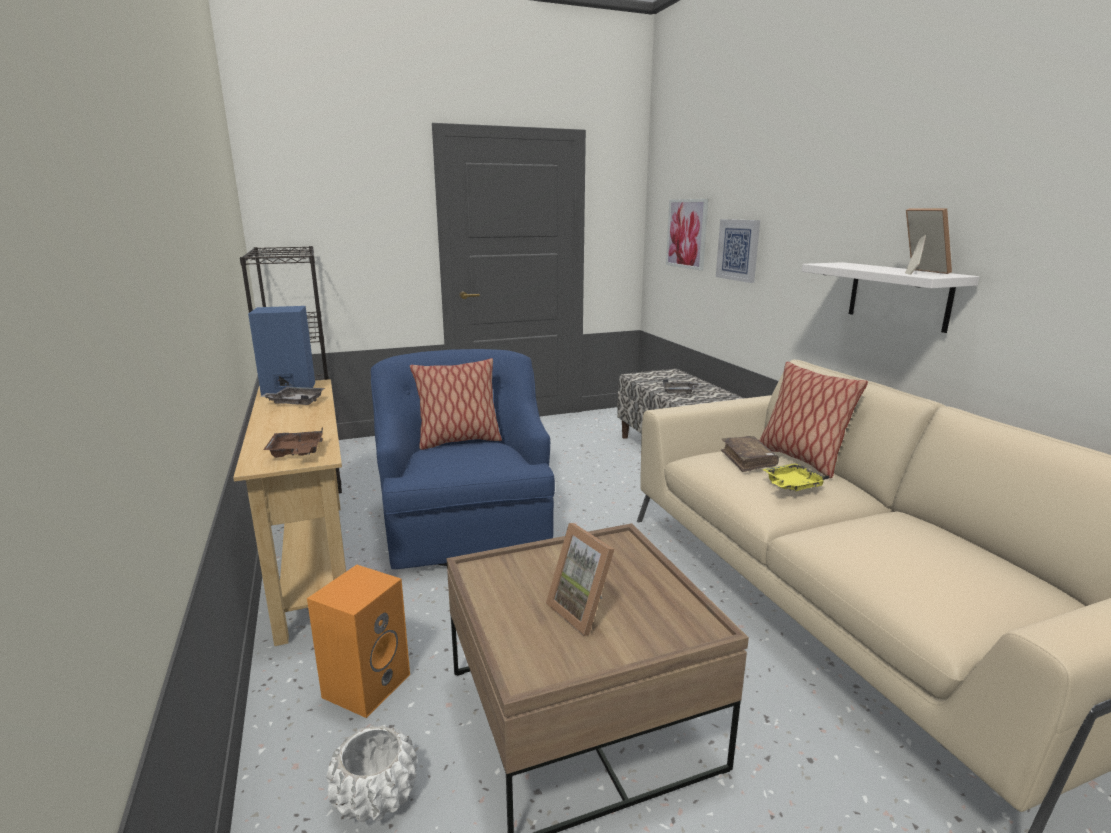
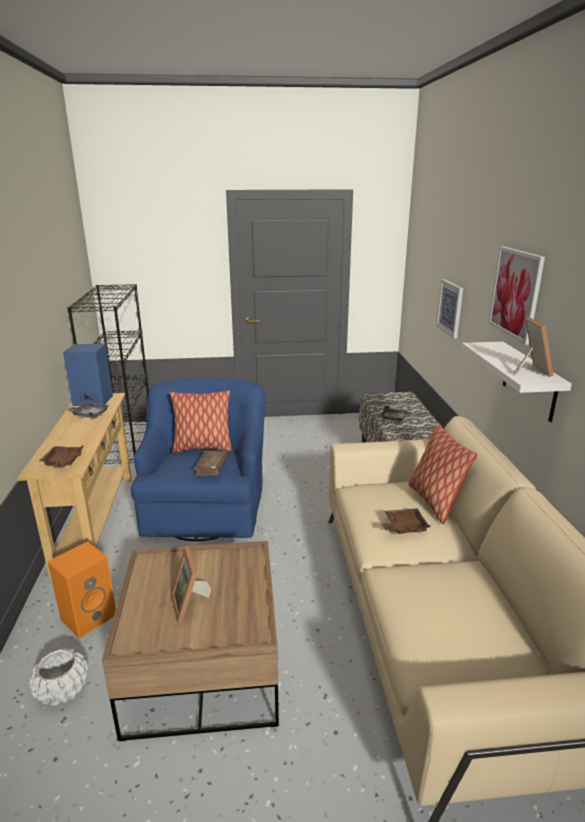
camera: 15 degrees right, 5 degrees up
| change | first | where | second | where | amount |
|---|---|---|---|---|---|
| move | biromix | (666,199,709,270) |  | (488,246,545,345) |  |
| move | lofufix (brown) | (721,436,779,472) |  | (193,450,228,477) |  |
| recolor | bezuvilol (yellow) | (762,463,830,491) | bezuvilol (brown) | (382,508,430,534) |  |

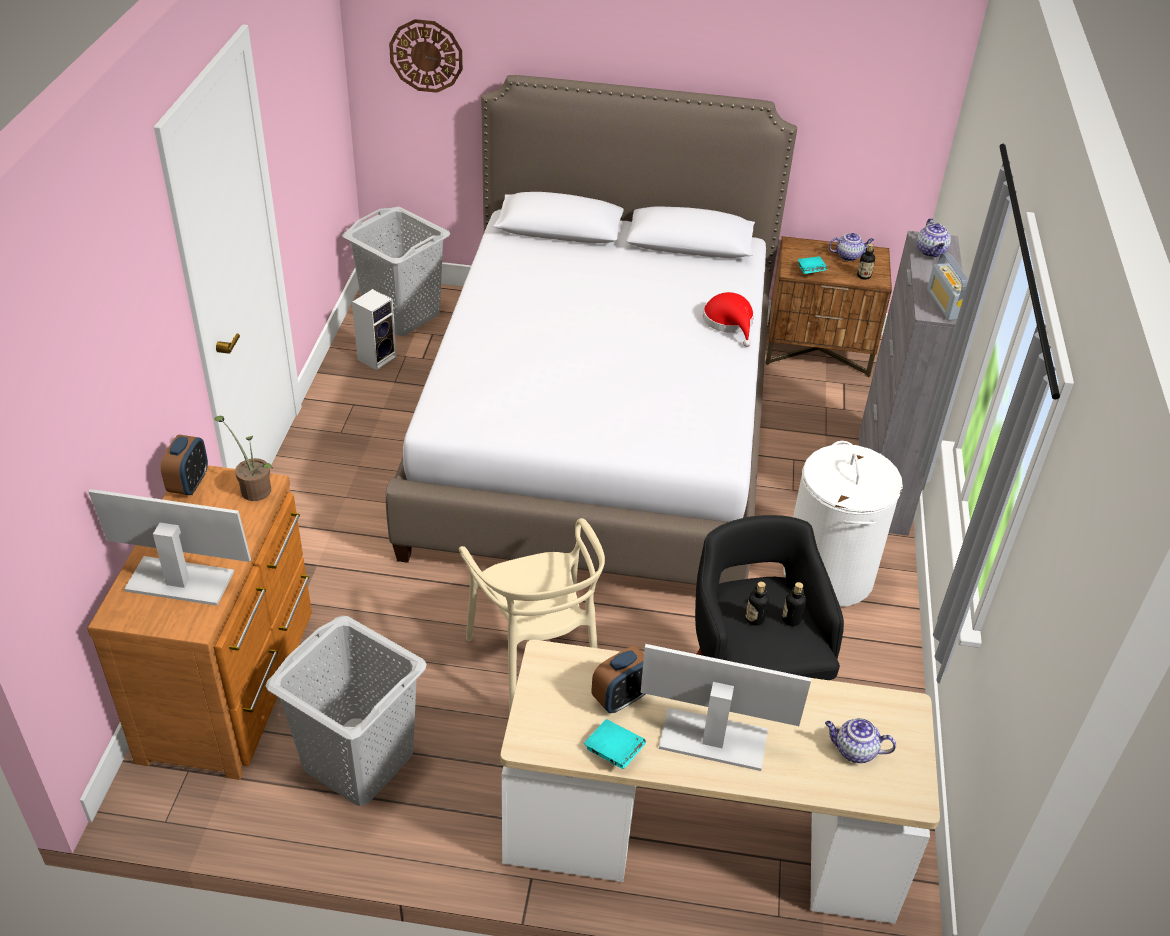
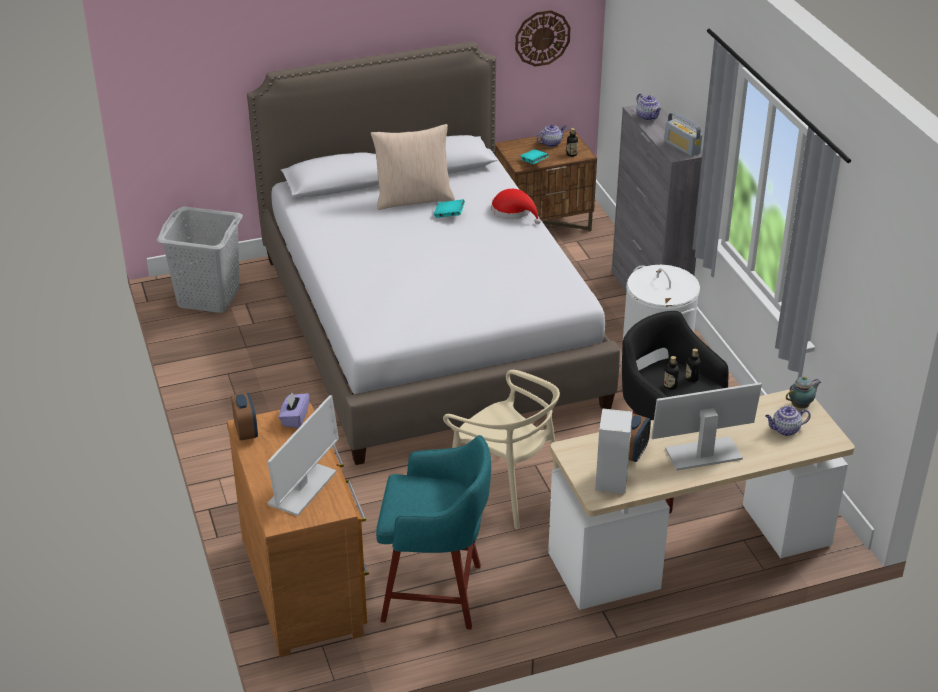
camera: 25 degrees left, 5 degrees down
| change | first | where | second | where | amount |
|---|---|---|---|---|---|
| move | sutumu | (389,19,463,93) |  | (515,10,571,67) |  |
| move | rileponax | (352,289,397,370) |  | (595,408,633,494) |  |
| replace | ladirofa | (214,416,273,501) | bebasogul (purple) | (279,392,309,428) |  |
| rotate | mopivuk | (89,489,251,606) |  | (267,395,339,516) | 135 degrees clockwise |
| replace | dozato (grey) | (266,616,427,806) | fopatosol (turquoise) | (376,435,491,630) |  |
| move | lofufix (turquoise) | (584,720,646,769) |  | (434,199,465,218) |  |
| insert |  |  | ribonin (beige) | (371,124,455,210) |  |
| insert |  |  | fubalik | (786,376,821,408) |  |

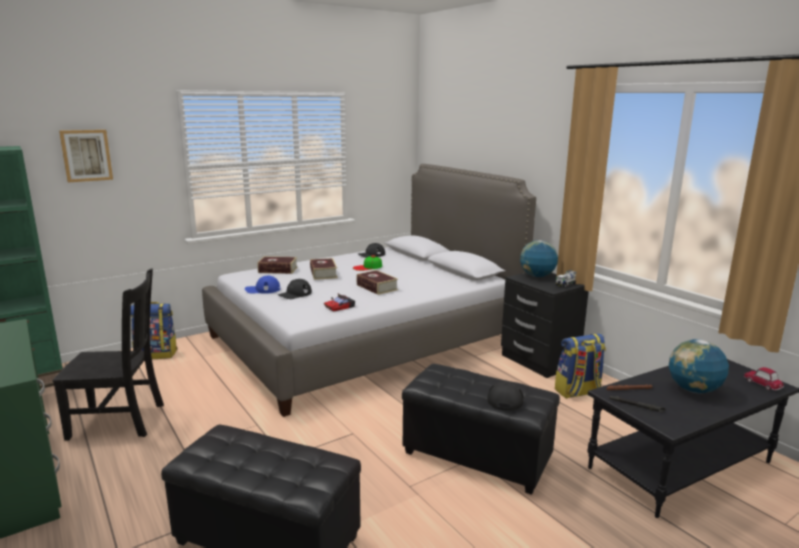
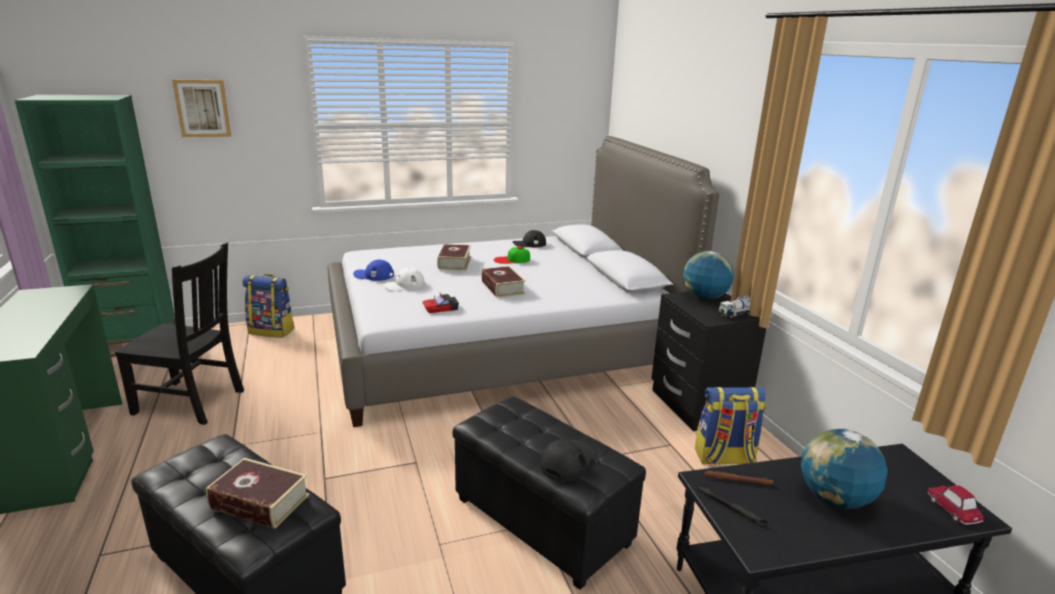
camera: 15 degrees right, 5 degrees up
| change | first | where | second | where | amount |
|---|---|---|---|---|---|
| move | lofufix | (257,256,297,274) |  | (206,458,309,529) |  |
| recolor | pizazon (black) | (278,279,312,299) | pizazon (white) | (383,268,425,291) |  |

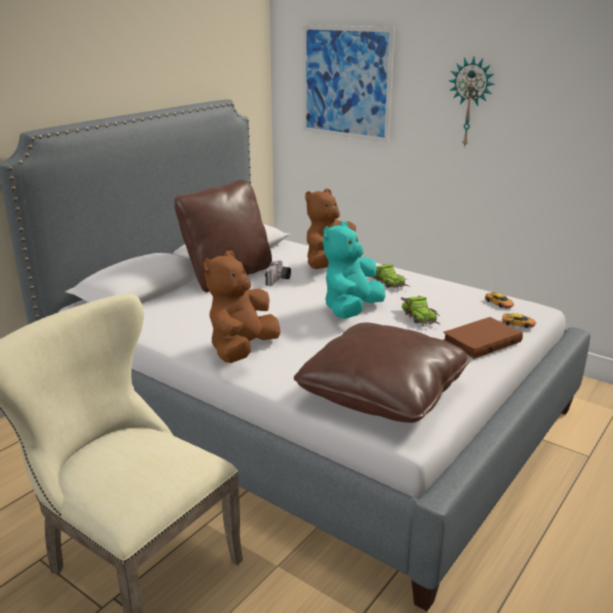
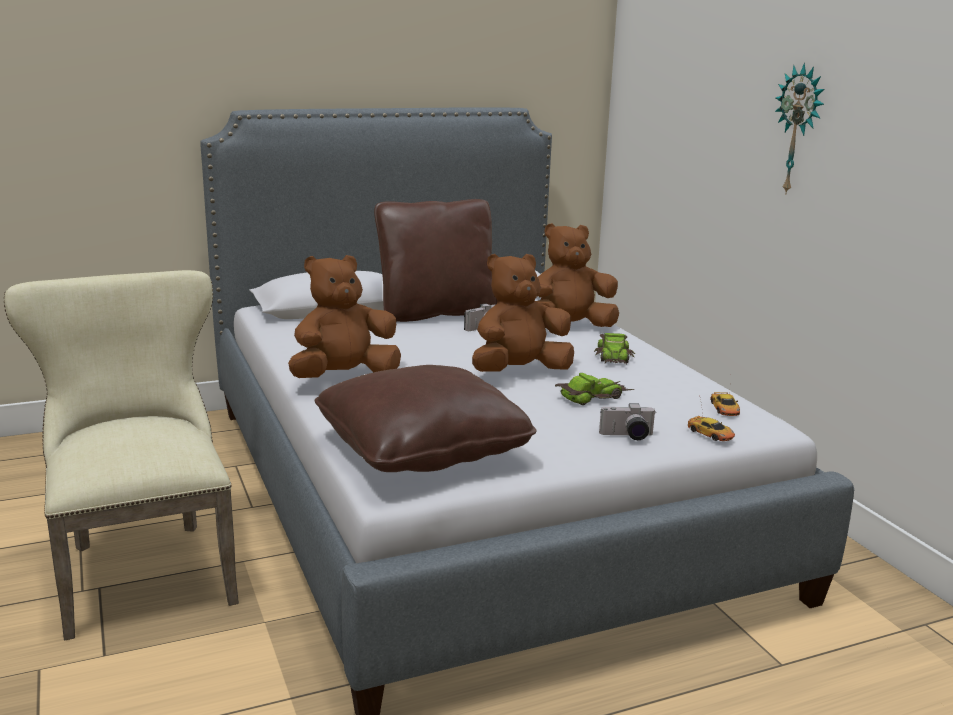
camera: 30 degrees right, 5 degrees down
| change | first | where | second | where | amount |
|---|---|---|---|---|---|
| delete | biromix | (303,25,395,142) |  |  |  |
| recolor | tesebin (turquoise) | (323,221,386,319) | tesebin (brown) | (472,254,574,372) |  |
| rotate | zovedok | (401,296,440,325) |  | (555,373,634,405) | 135 degrees counterclockwise |
| replace | lofufix (brown) | (443,317,523,359) | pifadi | (599,403,655,440) |  |

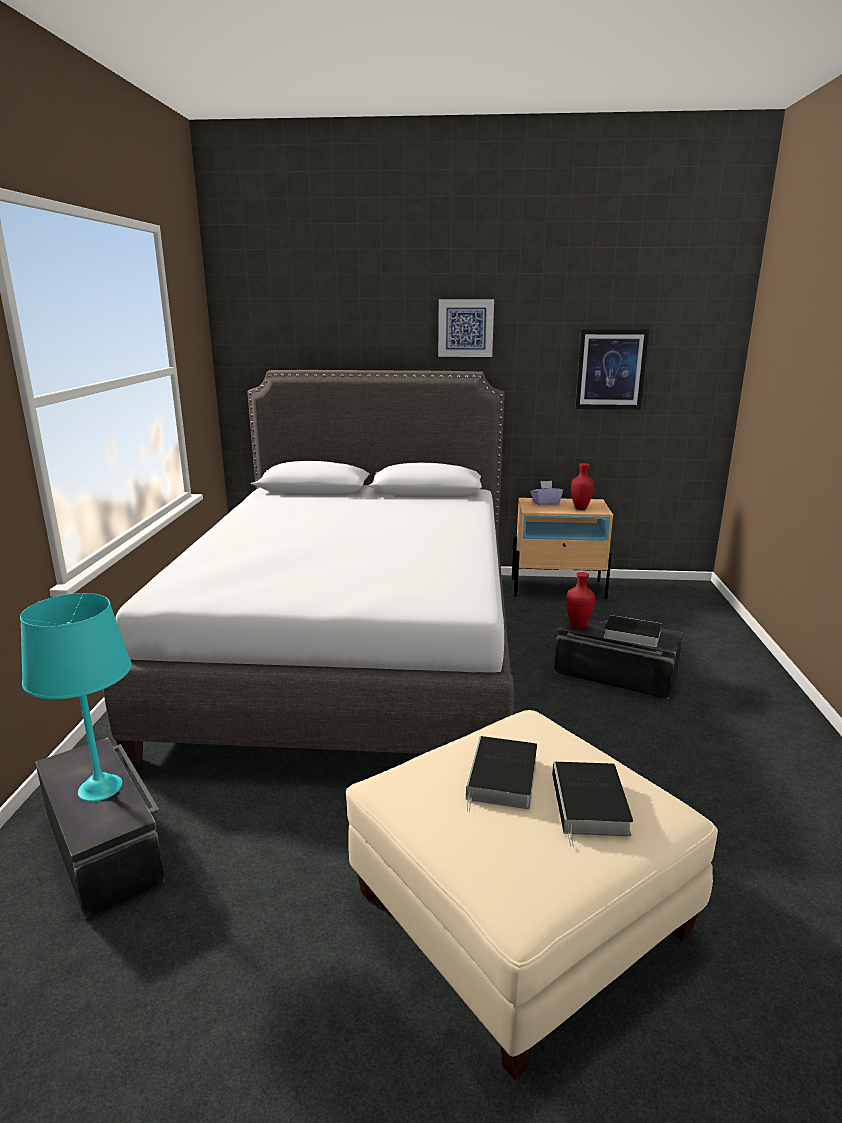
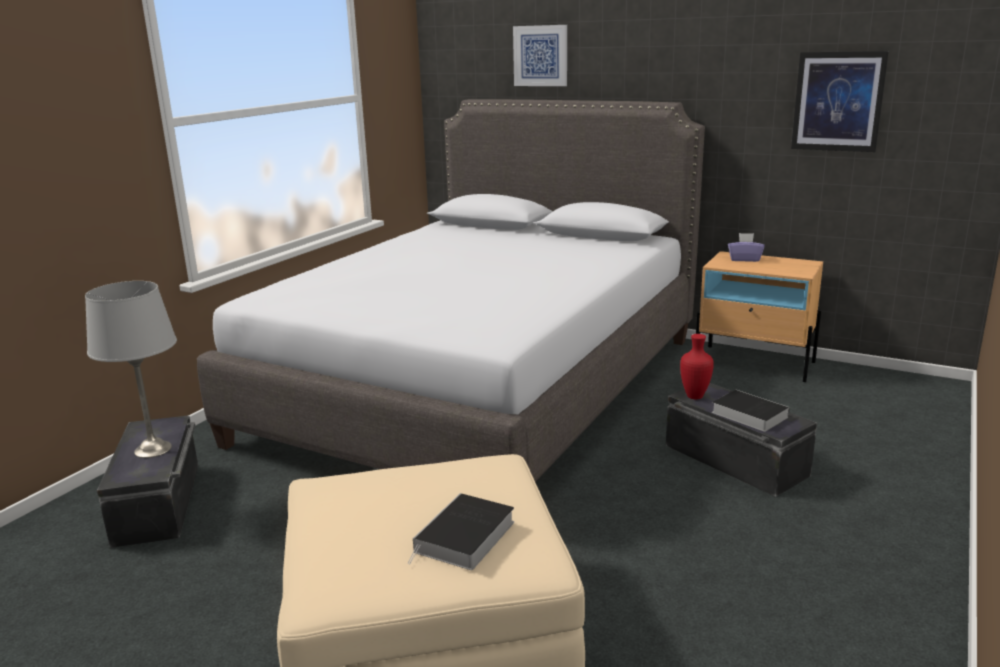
camera: 25 degrees right, 0 degrees up
| change | first | where | second | where | amount |
|---|---|---|---|---|---|
| move | biromix | (438,299,494,357) |  | (513,25,567,86) |  |
| delete | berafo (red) | (571,463,594,510) |  |  |  |
| recolor | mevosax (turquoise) | (20,593,132,802) | mevosax (grey) | (85,281,177,458) |  |
| delete | lofufix | (466,736,537,812) |  |  |  |

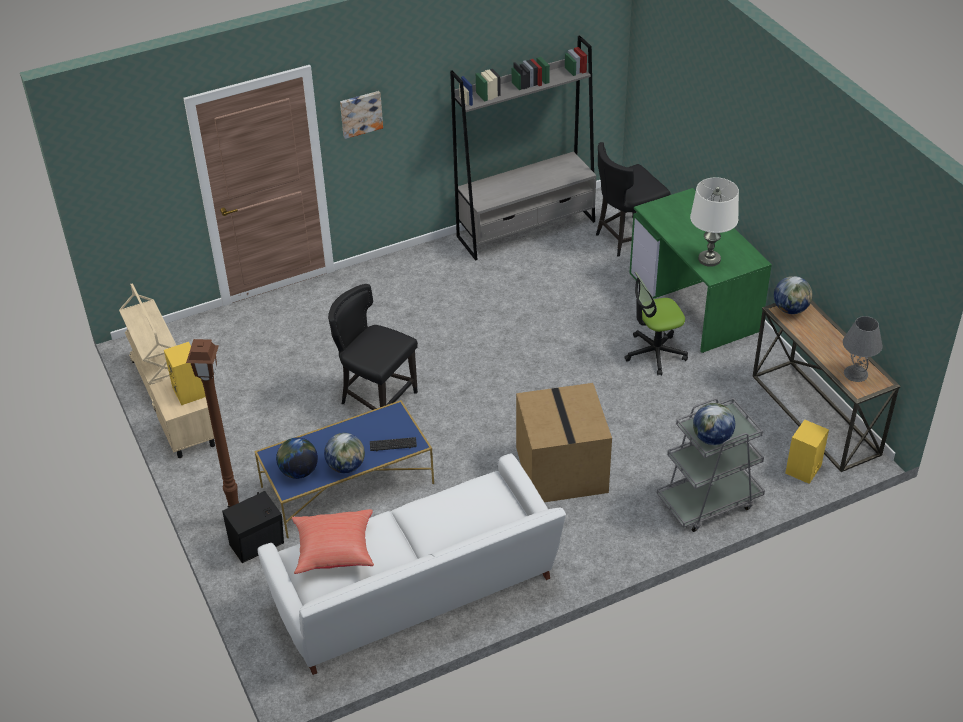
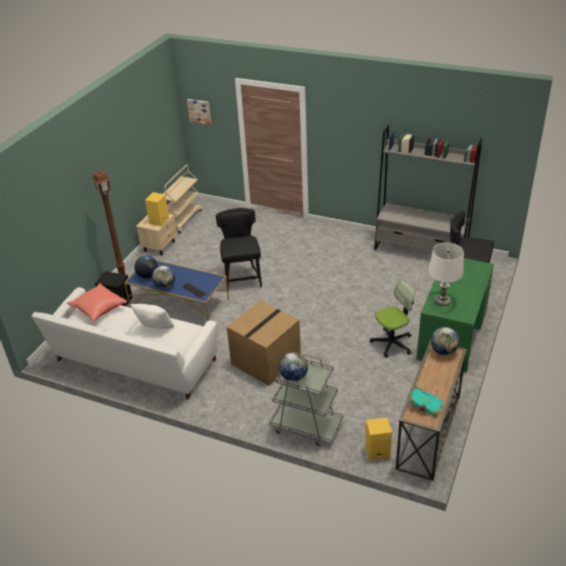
camera: 50 degrees right, 5 degrees down
| change | first | where | second | where | amount |
|---|---|---|---|---|---|
| move | biromix | (340,91,383,139) |  | (187,99,211,125) |  |
| rotate | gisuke | (624,272,688,375) |  | (370,279,415,358) | 120 degrees clockwise |
| replace | mevosax (grey) | (843,316,882,382) | lofufix (turquoise) | (408,387,443,417) |  |
| insert |  |  | ribonin (white) | (130,304,175,329) |  |

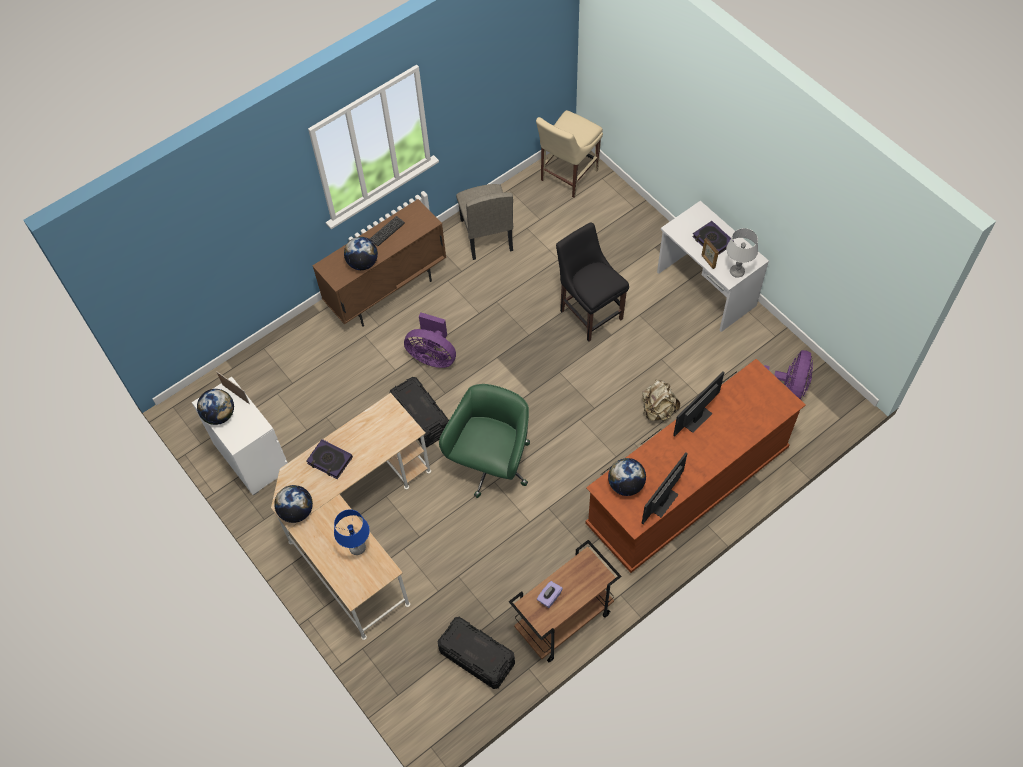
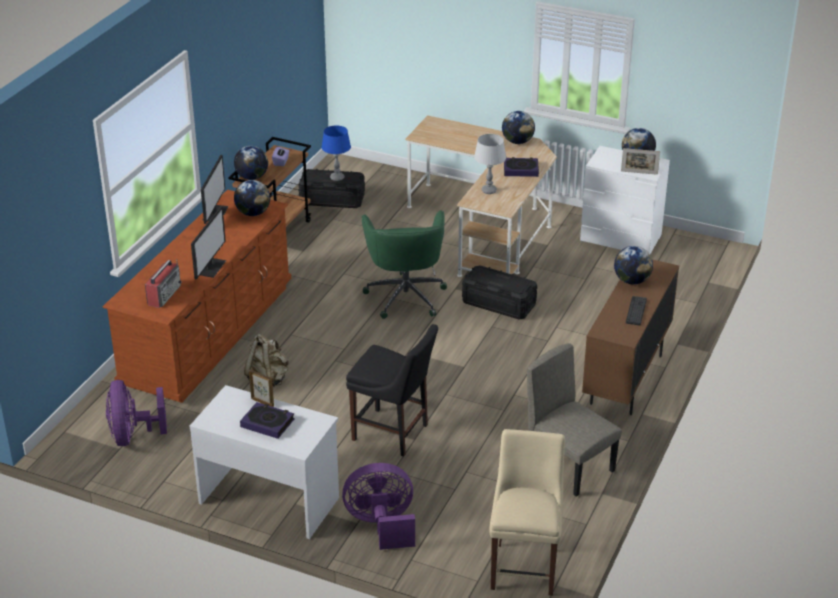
camera: 150 degrees right, 25 degrees down
| change | first | where | second | where | amount |
|---|---|---|---|---|---|
| move | mevosax (grey) | (726,228,758,278) |  | (474,134,506,194) |  |
| move | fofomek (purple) | (404,312,456,368) |  | (342,463,415,550) |  |
| move | mevosax (blue) | (334,509,370,555) |  | (321,125,351,181) |  |
| insert |  |  | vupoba | (234,146,268,180) |  |
| insert |  |  | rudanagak | (145,259,182,308) |  |

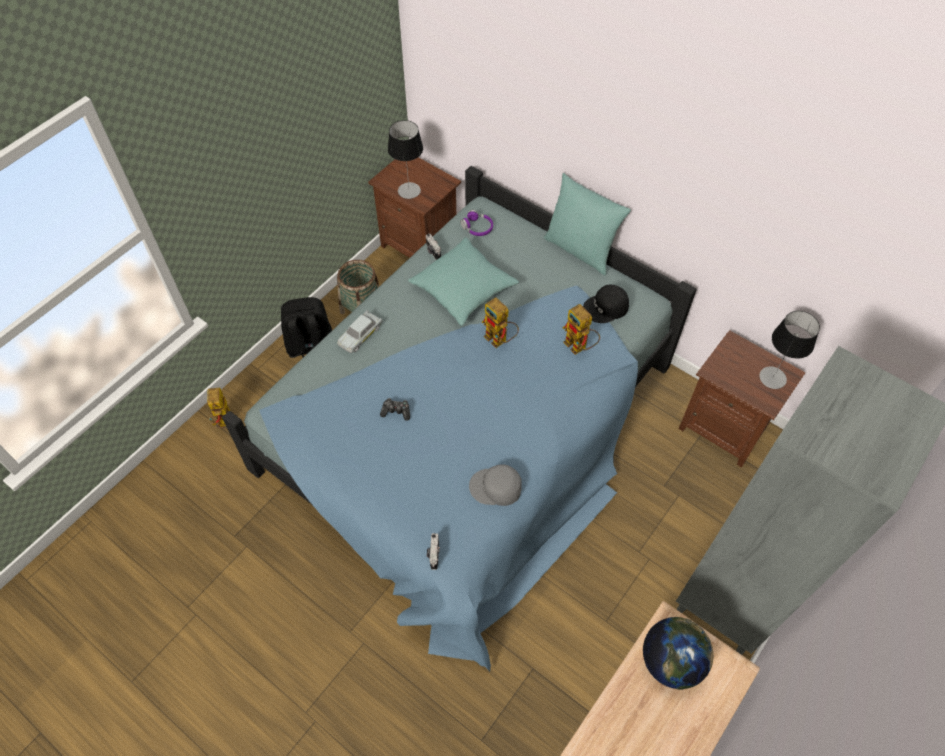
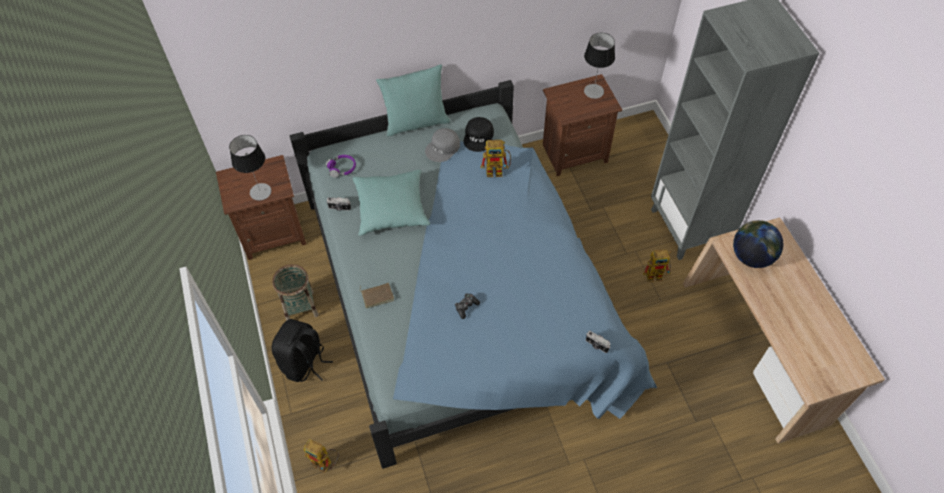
camera: 55 degrees left, 0 degrees up
| change | first | where | second | where | amount |
|---|---|---|---|---|---|
| move | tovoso | (482,297,519,348) |  | (643,250,671,282) |  |
| replace | zovedok (white) | (337,310,383,353) | lofufix (brown) | (360,283,394,308) |  |
| move | pizazon (grey) | (469,464,522,506) |  | (425,128,460,162) |  |

